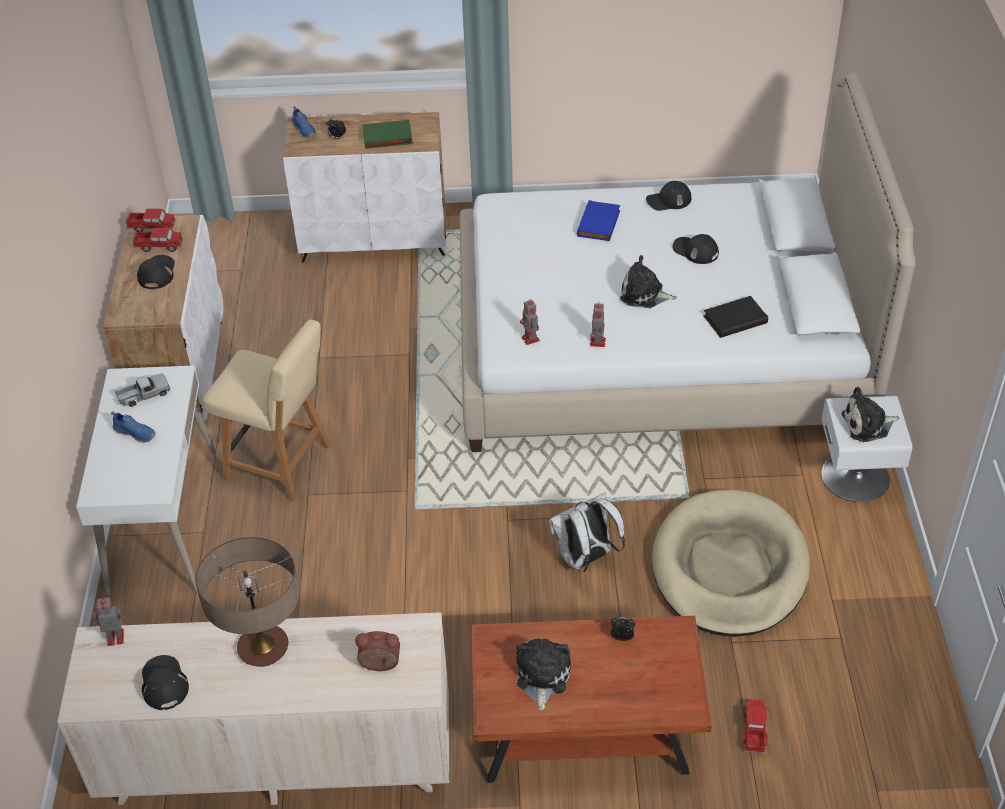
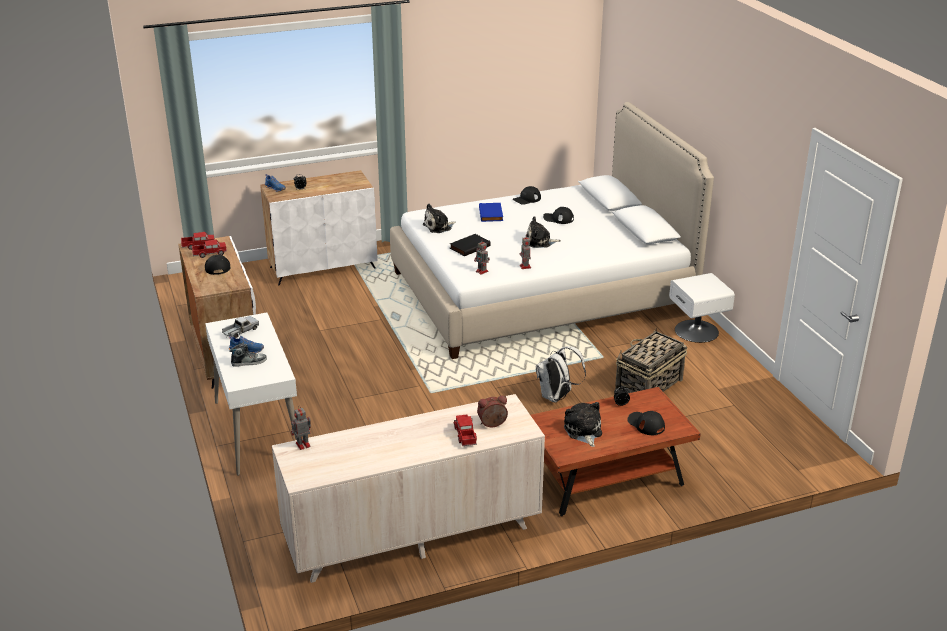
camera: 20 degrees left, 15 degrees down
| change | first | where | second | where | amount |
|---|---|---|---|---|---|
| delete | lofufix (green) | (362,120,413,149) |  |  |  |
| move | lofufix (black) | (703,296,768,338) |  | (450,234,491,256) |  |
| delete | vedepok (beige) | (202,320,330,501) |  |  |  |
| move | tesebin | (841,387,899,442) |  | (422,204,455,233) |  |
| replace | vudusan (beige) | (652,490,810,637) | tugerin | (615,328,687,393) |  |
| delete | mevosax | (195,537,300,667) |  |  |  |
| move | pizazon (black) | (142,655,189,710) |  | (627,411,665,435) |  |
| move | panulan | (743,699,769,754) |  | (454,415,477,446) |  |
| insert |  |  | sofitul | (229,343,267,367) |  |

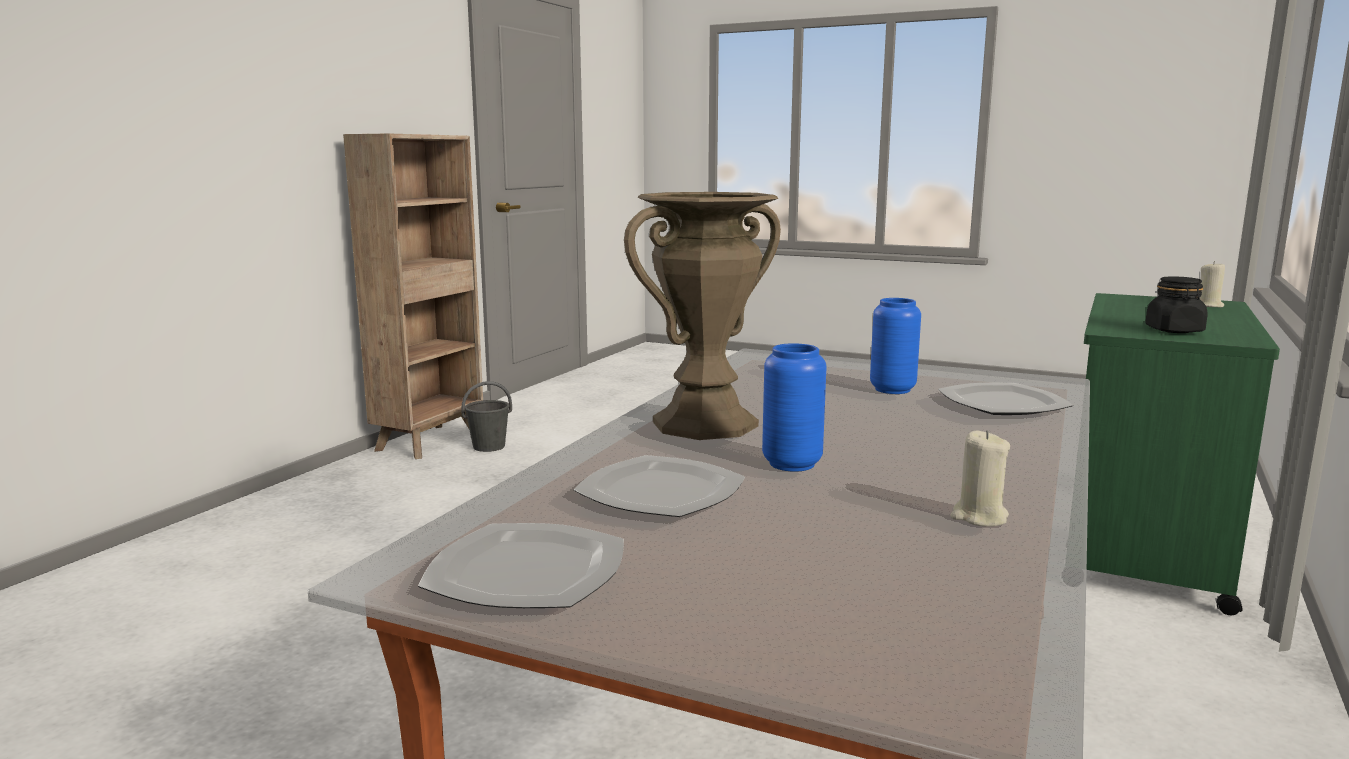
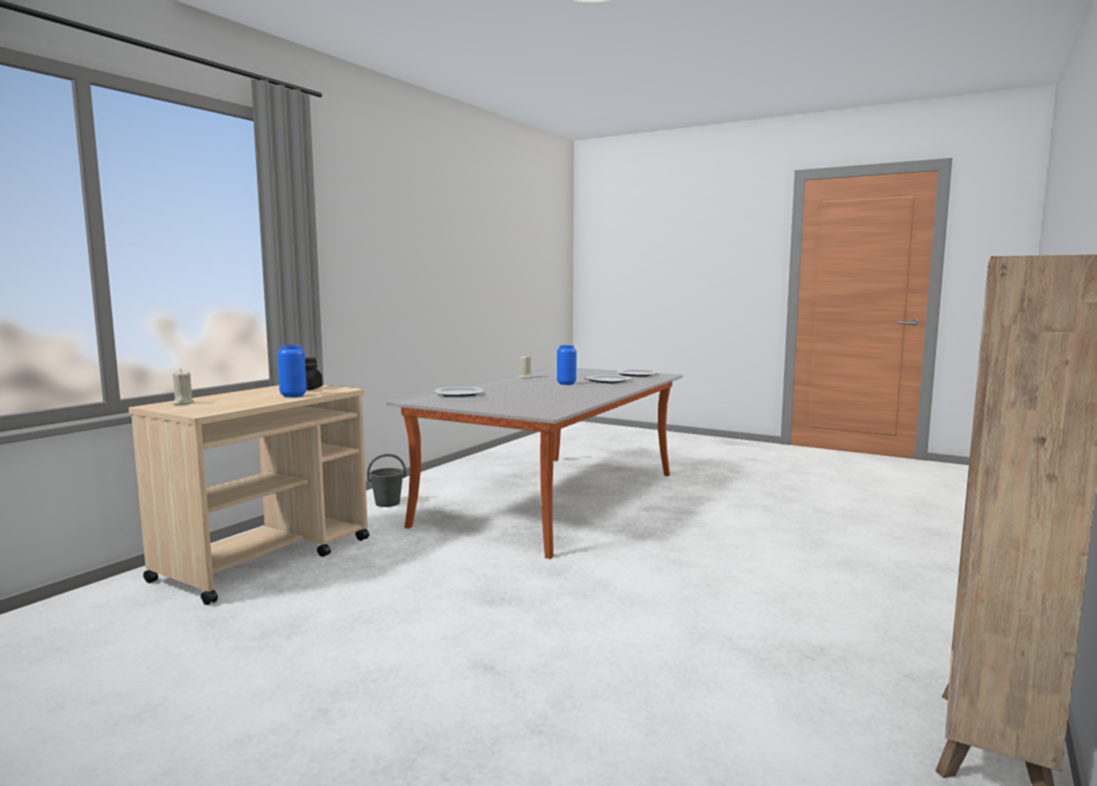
camera: 175 degrees left, 5 degrees down
| change | first | where | second | where | amount |
|---|---|---|---|---|---|
| delete | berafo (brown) | (624,192,781,440) |  |  |  |
| recolor | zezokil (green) | (1084,293,1280,615) | zezokil (beige) | (129,385,369,605) |  |
| move | berafo (blue) | (870,298,921,394) |  | (277,345,307,398) |  |
| move | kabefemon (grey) | (461,381,512,452) |  | (367,454,406,507) |  |

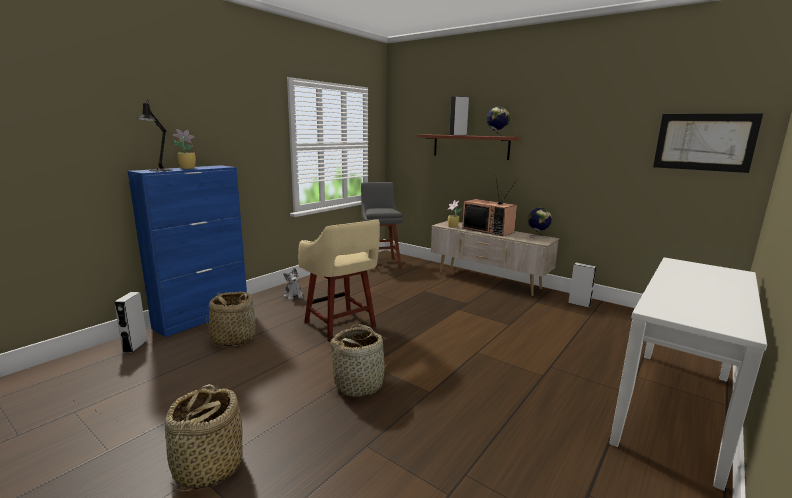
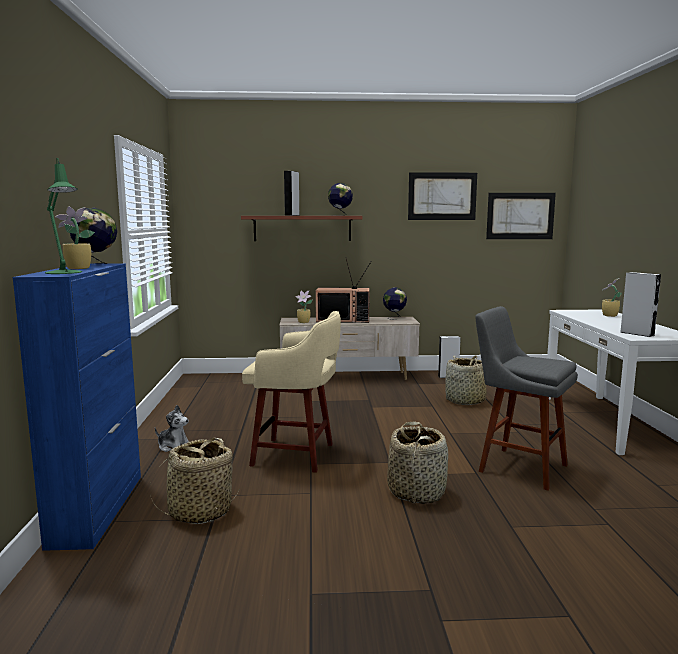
camera: 40 degrees left, 5 degrees down
| change | first | where | second | where | amount |
|---|---|---|---|---|---|
| recolor | mevosax (black) | (137,100,172,171) | mevosax (green) | (45,158,82,274) |  |
| move | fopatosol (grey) | (361,182,403,268) |  | (475,306,578,491) |  |
| move | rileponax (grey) | (114,292,148,353) |  | (620,272,661,337) |  |
| move | tugerin | (165,384,243,491) |  | (445,355,487,405) |  |
| insert |  |  | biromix | (408,172,477,220) |  |
| insert |  |  | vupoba | (70,208,117,264) |  |
| insert |  |  | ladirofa | (602,278,622,317) |  |

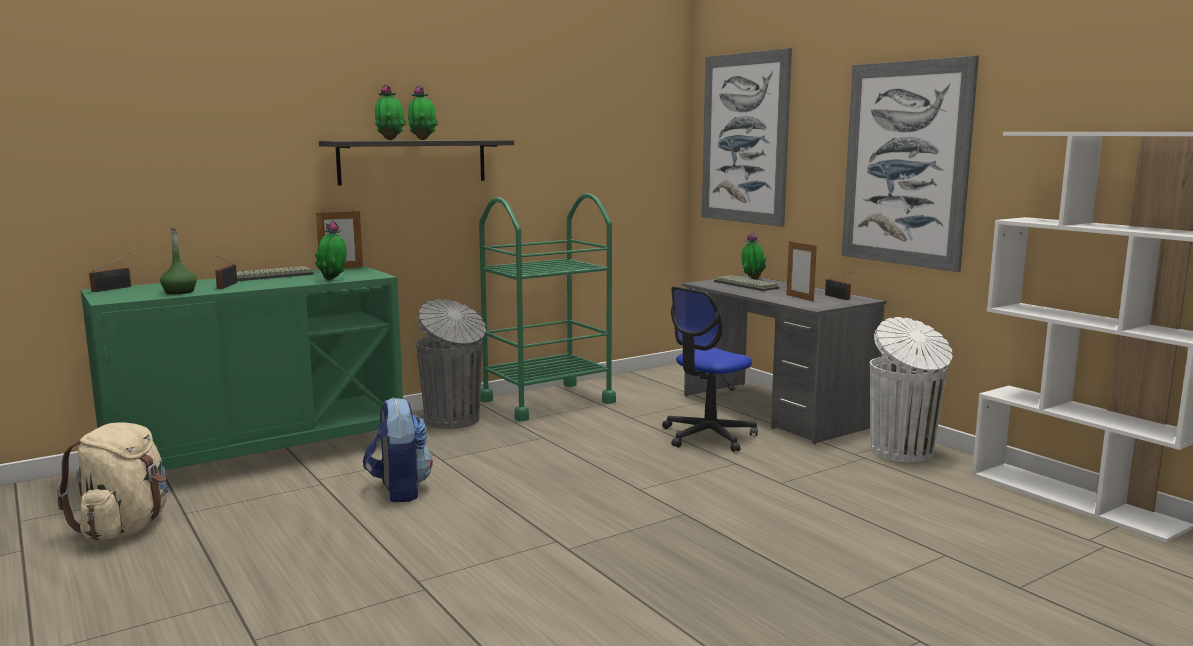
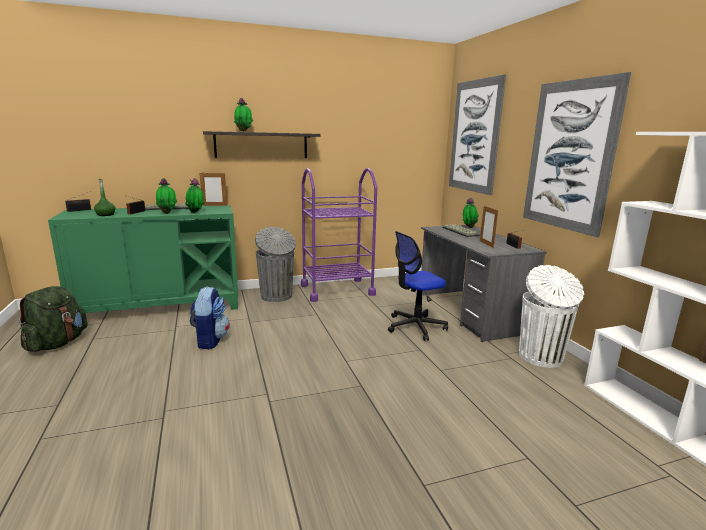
camera: 15 degrees right, 5 degrees up
| change | first | where | second | where | amount |
|---|---|---|---|---|---|
| move | ladirofa | (408,86,438,140) |  | (156,178,177,214) |  |
| recolor | zezokil (green) | (479,193,616,421) | zezokil (purple) | (301,168,377,302) |  |
| recolor | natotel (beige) | (57,422,168,540) | natotel (green) | (19,286,88,352) |  |

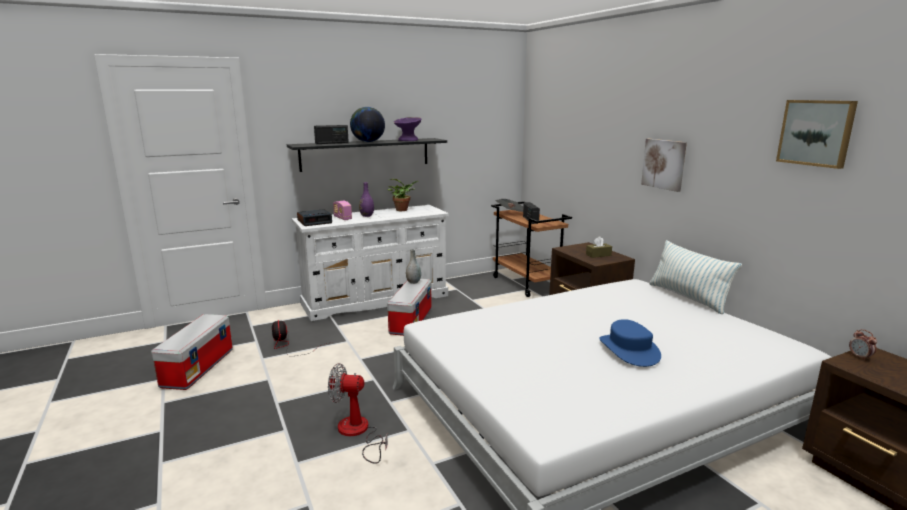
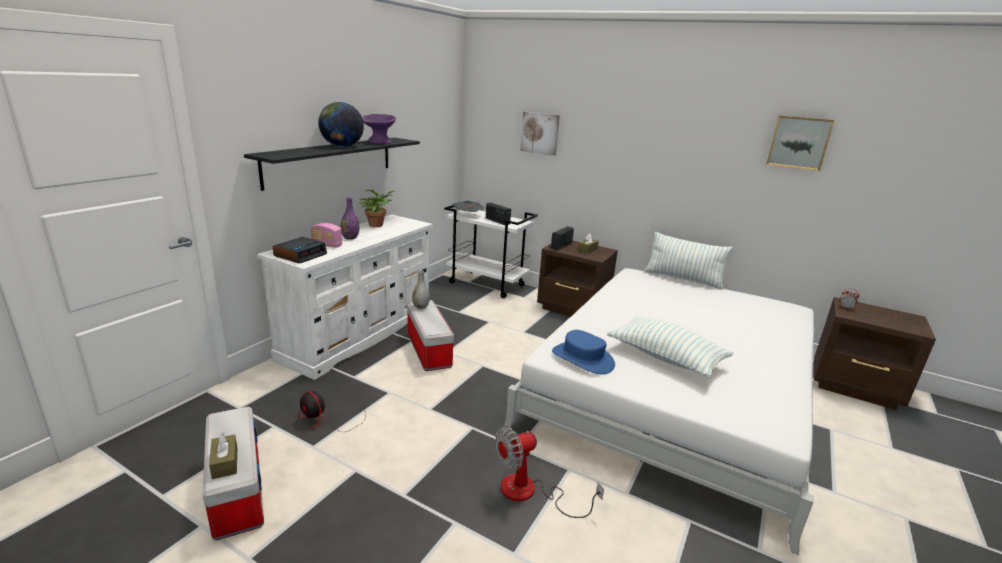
camera: 35 degrees left, 5 degrees up
| change | first | where | second | where | amount |
|---|---|---|---|---|---|
| move | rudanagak | (314,125,349,144) |  | (551,226,574,250) |  |
| move | biromix | (641,139,687,192) |  | (520,112,560,156) |  |
| recolor | zezokil (brown) | (491,201,572,297) | zezokil (white) | (444,202,538,298) |  |
| move | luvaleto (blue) | (599,319,661,367) |  | (552,330,615,374) |  |
| insert |  |  | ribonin | (607,316,733,378) |  |
| insert |  |  | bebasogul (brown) | (209,433,237,479) |  |

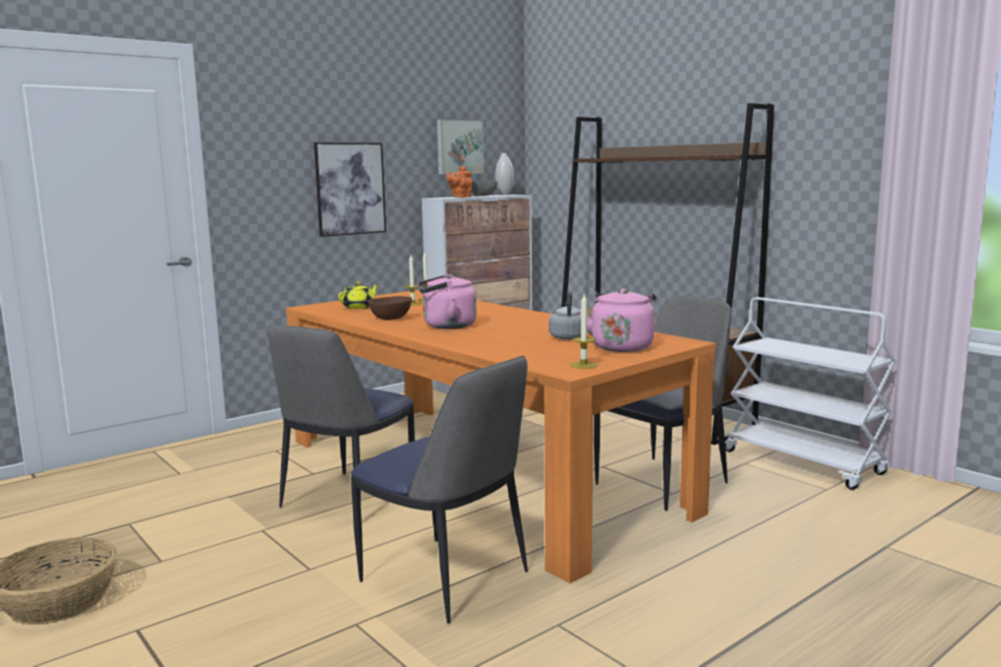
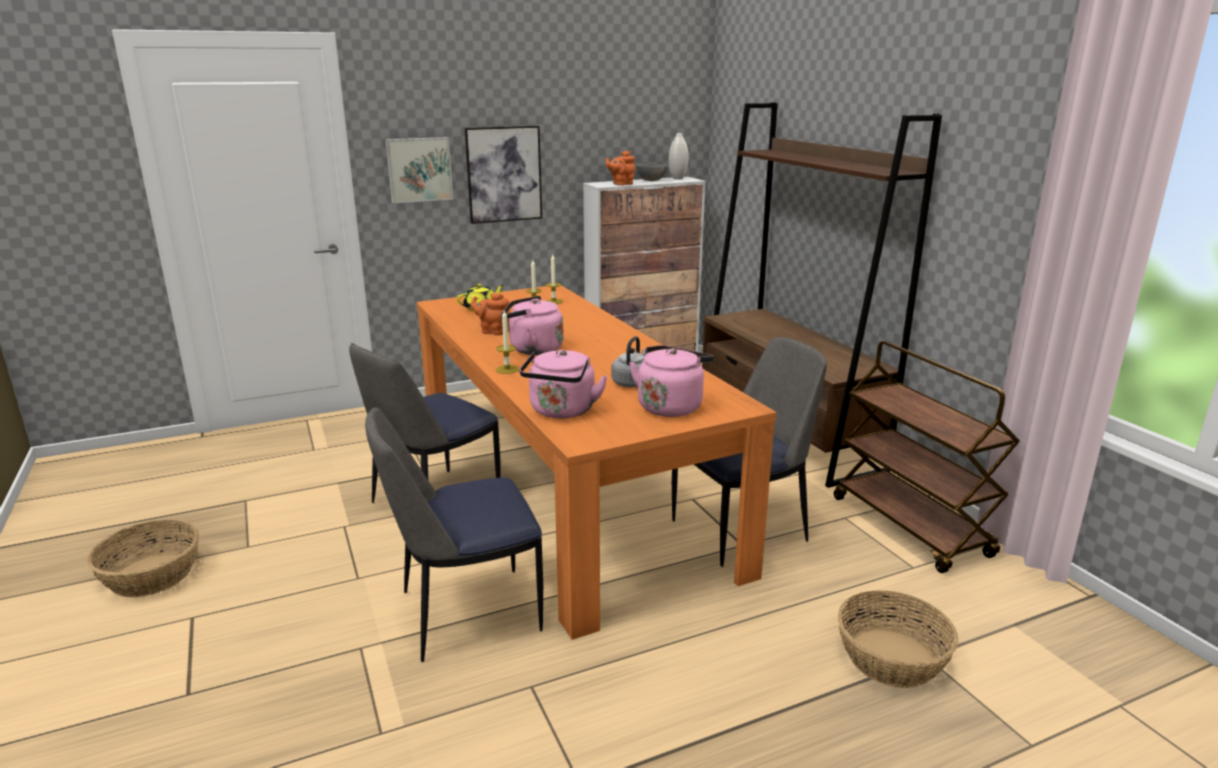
camera: 15 degrees right, 10 degrees up
| change | first | where | second | where | amount |
|---|---|---|---|---|---|
| move | biromix | (437,119,484,174) |  | (385,137,453,203) |  |
| move | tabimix | (570,294,597,369) |  | (496,311,519,374) |  |
| replace | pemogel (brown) | (368,296,412,320) | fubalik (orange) | (470,293,510,335) |  |
| recolor | zezokil (white) | (725,297,896,490) | zezokil (brown) | (834,341,1020,573) |  |
| rotate | vedepok | (350,356,528,624) |  | (365,407,543,662) | 105 degrees clockwise |
| insert |  |  | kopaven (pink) | (519,349,608,419) |  |
| insert |  |  | tugerin | (838,590,959,688) |  |

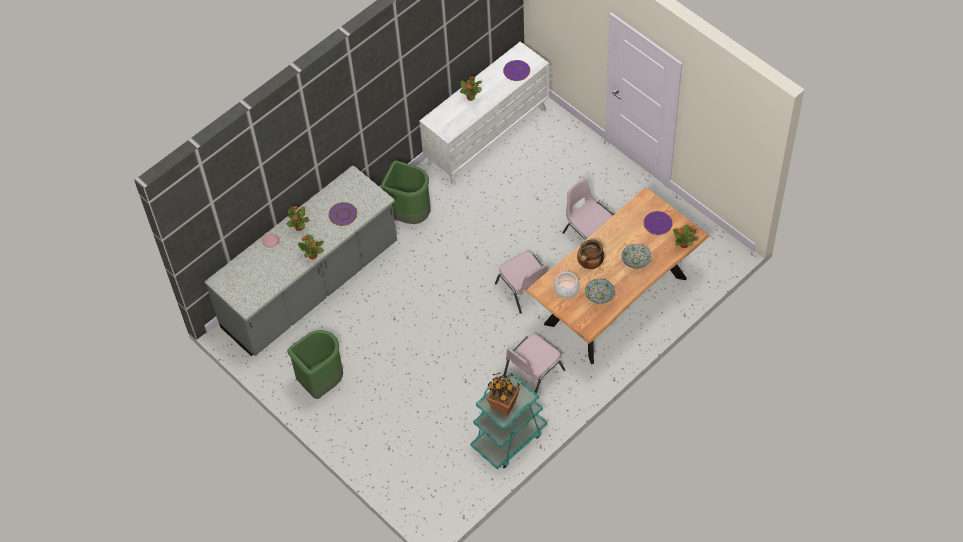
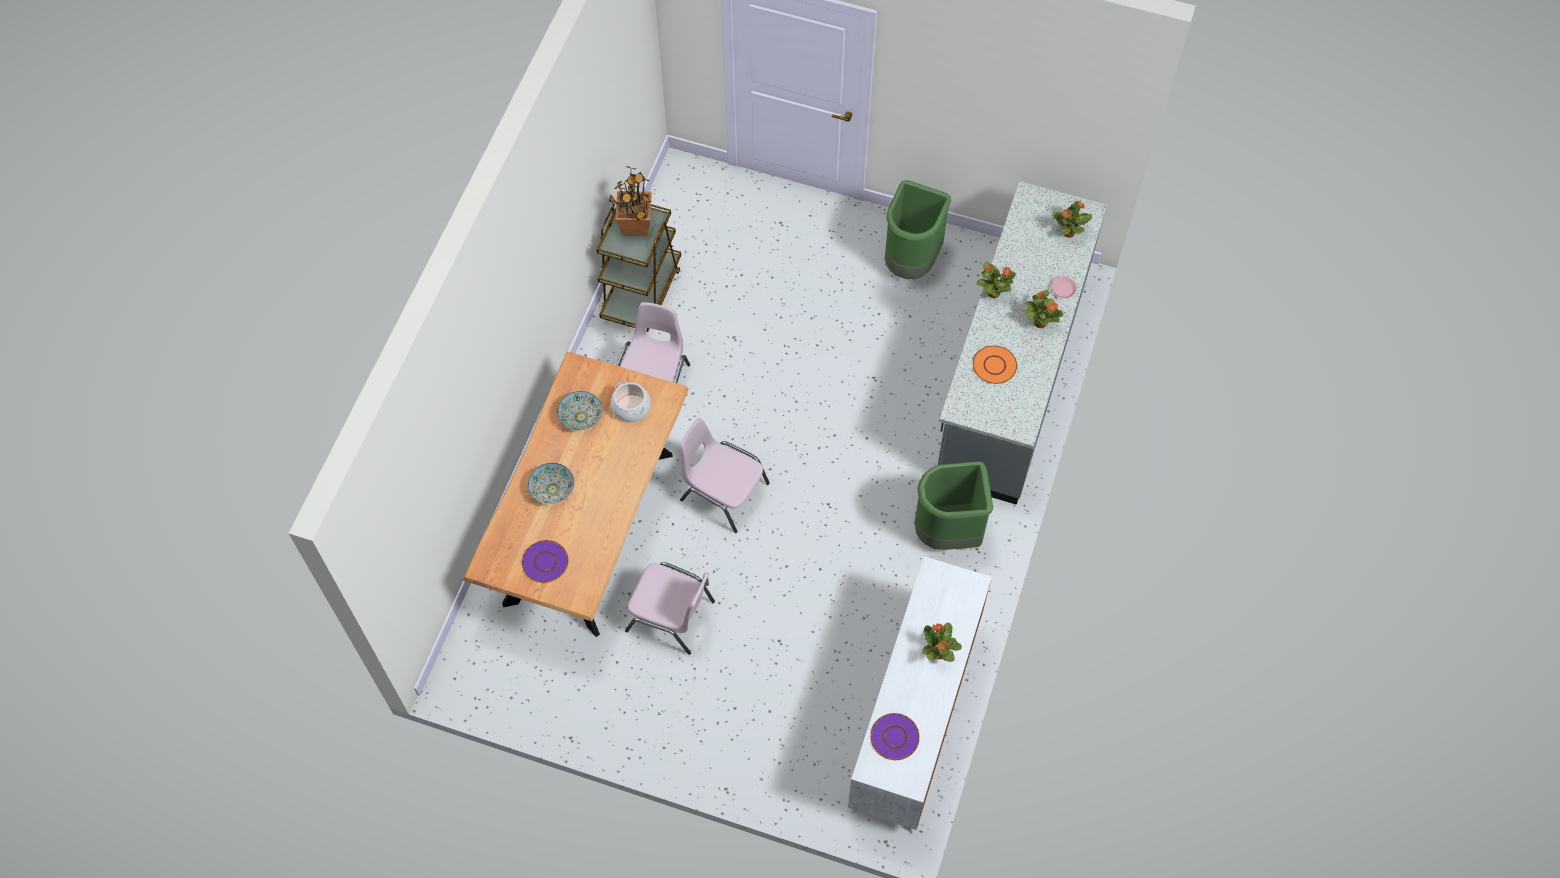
camera: 150 degrees right, 5 degrees up
| change | first | where | second | where | amount |
|---|---|---|---|---|---|
| recolor | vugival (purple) | (329,202,357,226) | vugival (orange) | (973,345,1017,384) |  |
| move | ladirofa | (672,224,698,248) |  | (1052,200,1092,238) |  |
| delete | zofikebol | (577,239,604,269) |  |  |  |
| recolor | zezokil (turquoise) | (470,372,547,469) | zezokil (brown) | (596,204,681,332) |  |

